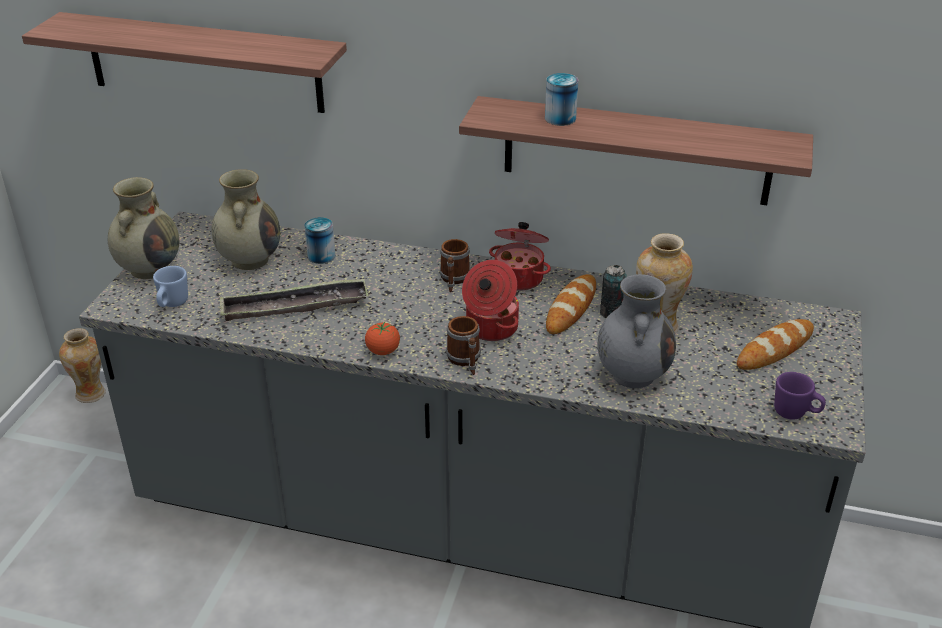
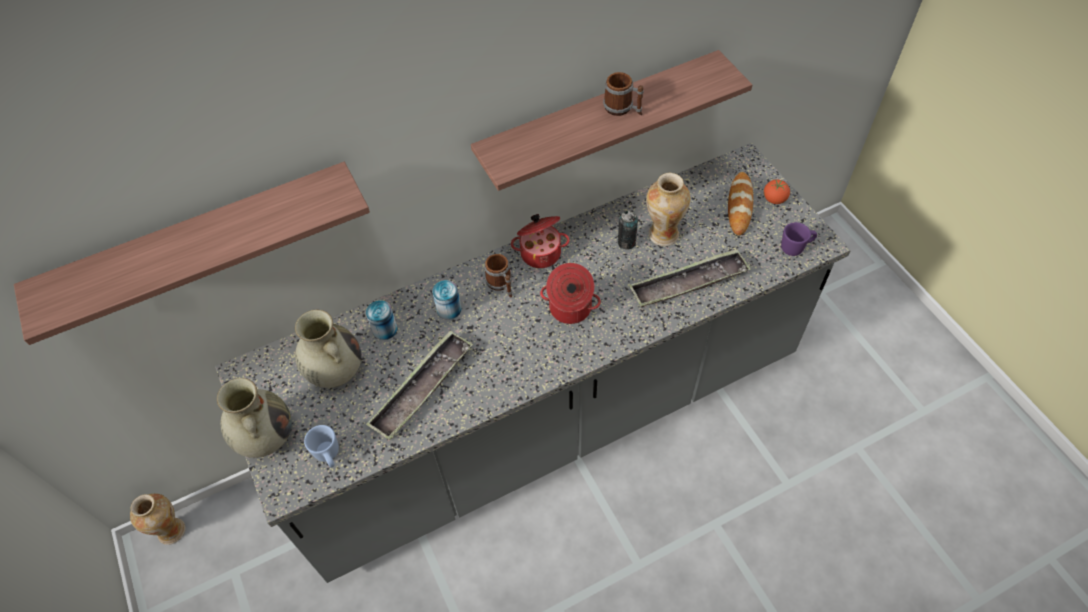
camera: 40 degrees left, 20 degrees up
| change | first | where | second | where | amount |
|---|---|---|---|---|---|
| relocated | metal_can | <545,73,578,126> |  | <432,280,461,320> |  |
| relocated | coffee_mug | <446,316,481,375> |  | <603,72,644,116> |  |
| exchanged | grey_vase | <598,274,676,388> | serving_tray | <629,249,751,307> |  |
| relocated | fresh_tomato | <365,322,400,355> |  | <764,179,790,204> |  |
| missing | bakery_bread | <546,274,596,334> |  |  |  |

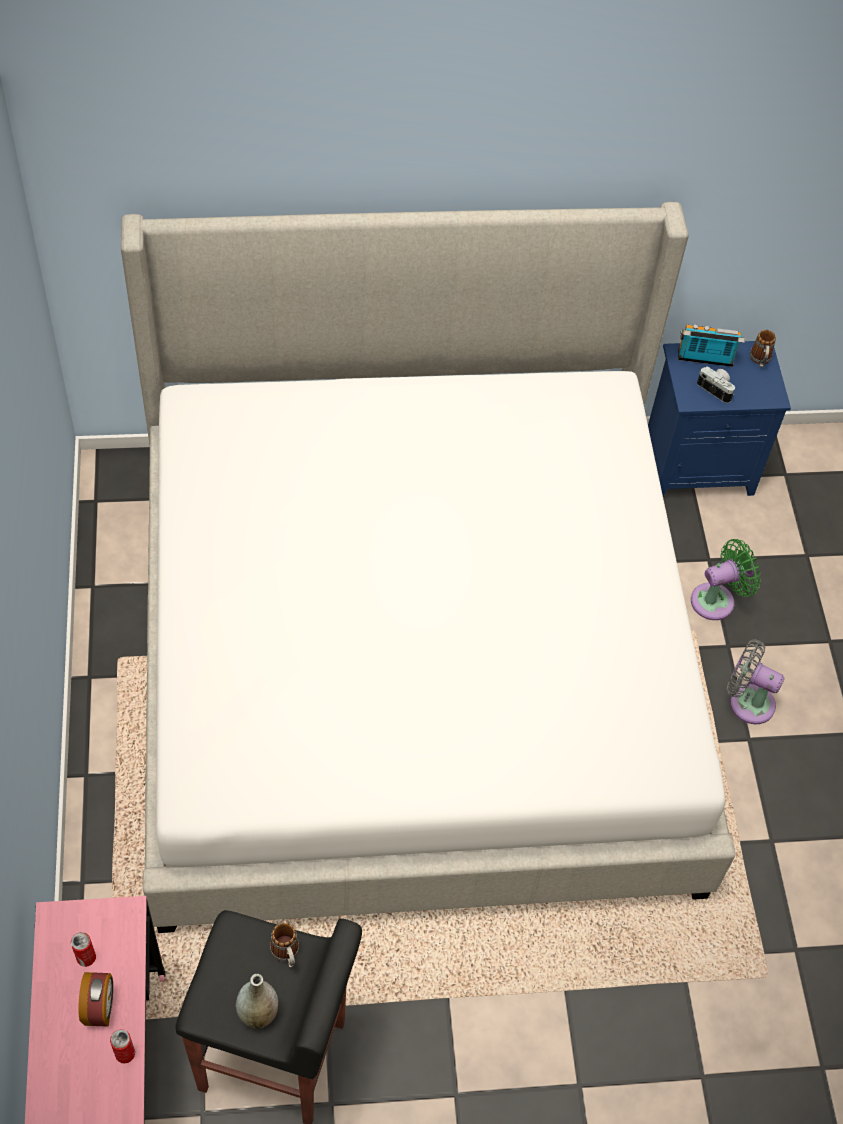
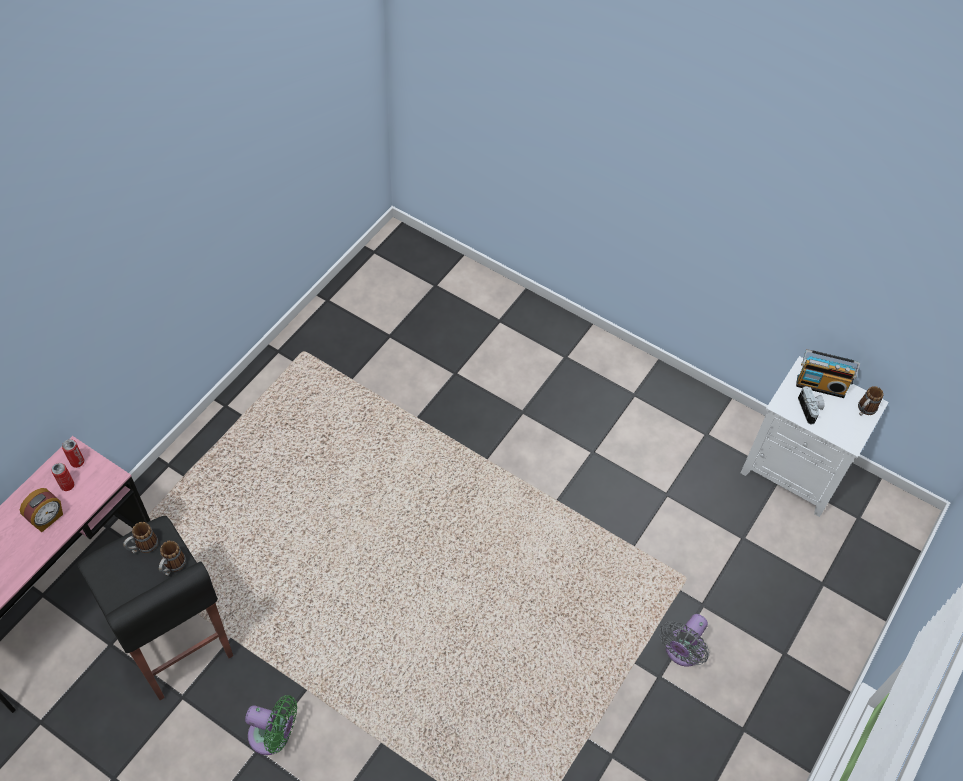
camera: 40 degrees right, 0 degrees up
| change | first | where | second | where | amount |
|---|---|---|---|---|---|
| relocated | metal_can | <110,1030,135,1064> |  | <62,439,84,468> |  |
| appeared |  |  | coffee_mug | <123,522,158,554> |  |
| relocated | green-coloured_cooling_fan | <691,539,761,620> |  | <245,695,297,755> |  |
| spun | grey_cooling_fan | <727,639,785,724> |  | <659,614,709,667> | 120 degrees counterclockwise |
| colour | blue-coloured_night_table | <648,341,791,496> | whitish_night_table | <741,356,889,517> |  |
| spun | radio_receiver | <678,325,746,367> |  | <796,349,860,398> | 150 degrees clockwise |
| missing | bedroom_bed | <121,202,735,933> |  |  |  |
| missing | grey_vase | <236,974,278,1028> |  |  |  |

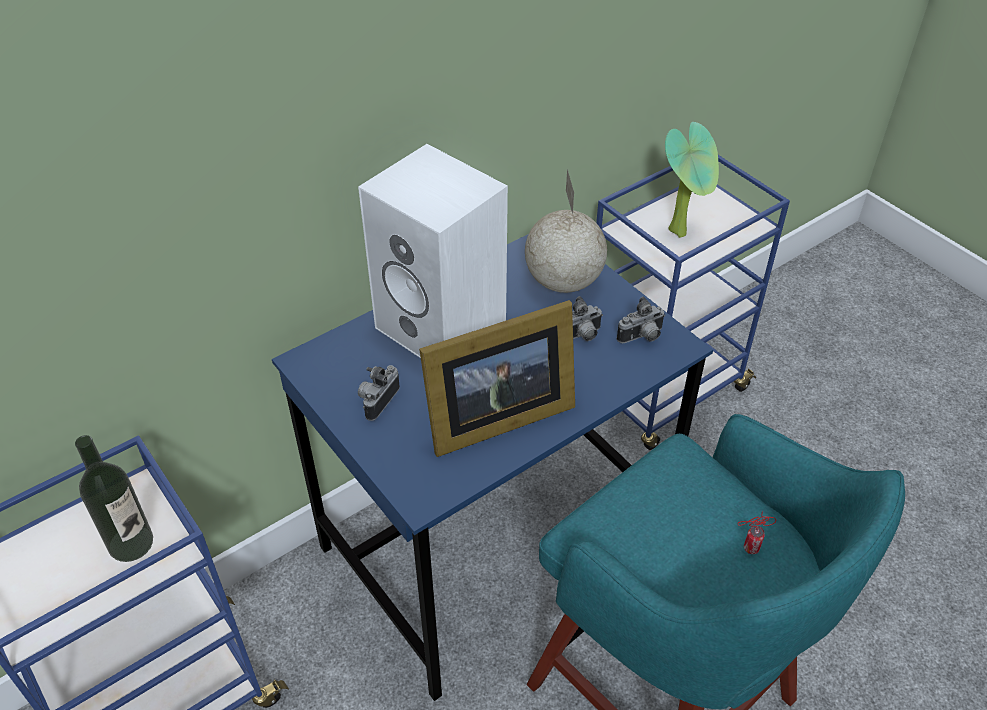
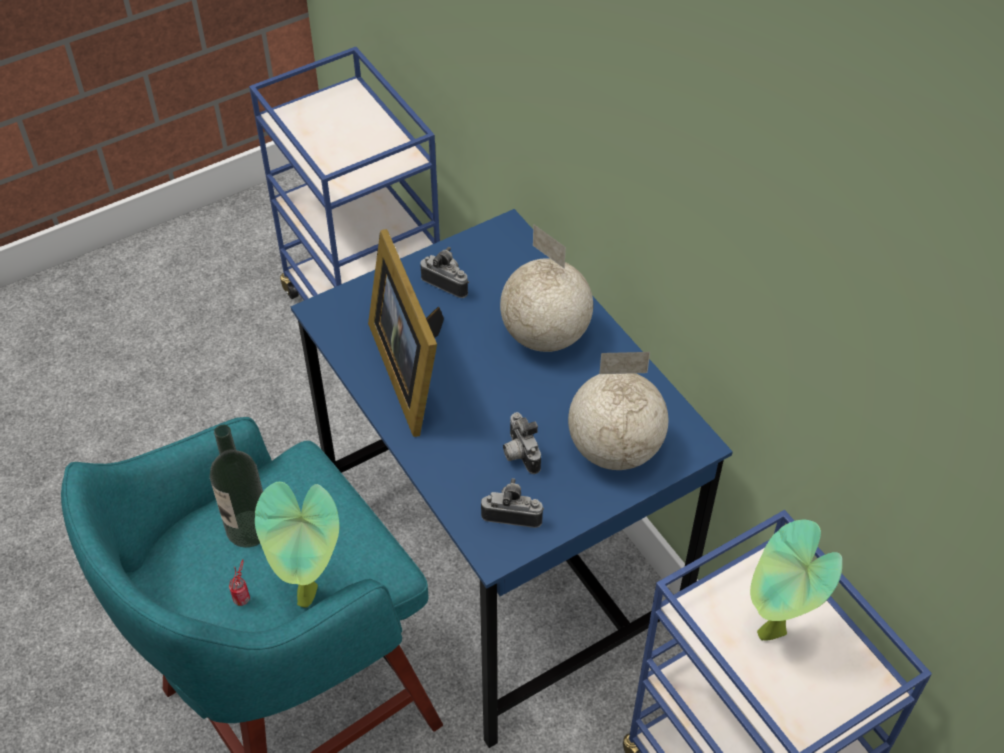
camera: 95 degrees right, 5 degrees up
| change | first | where | second | where | amount |
|---|---|---|---|---|---|
| relocated | drink_bottle | <75,435,153,562> |  | <210,425,263,548> |  |
| appeared |  |  | potted_plant | <255,482,339,608> |  |
| spun | still_camera | <617,297,665,343> |  | <481,478,544,528> | 120 degrees clockwise |
| exchanged | whitish_loudspeaker | <358,144,508,358> | globe | <500,224,593,352> |  |

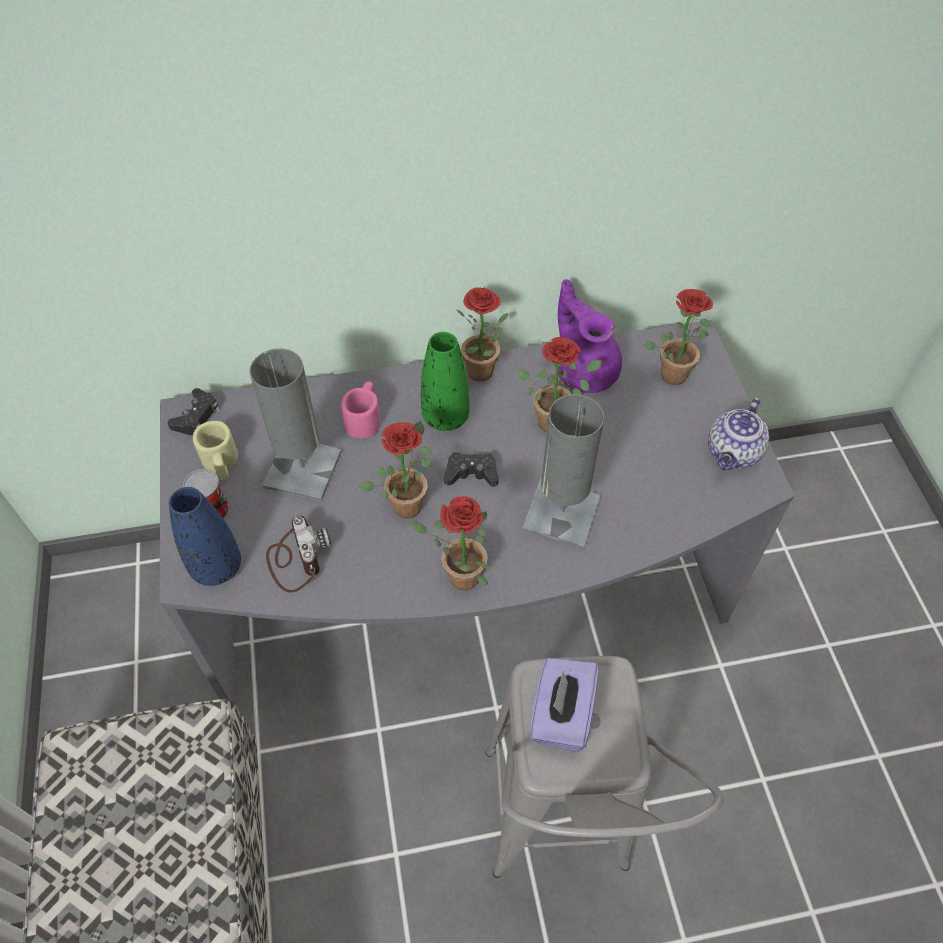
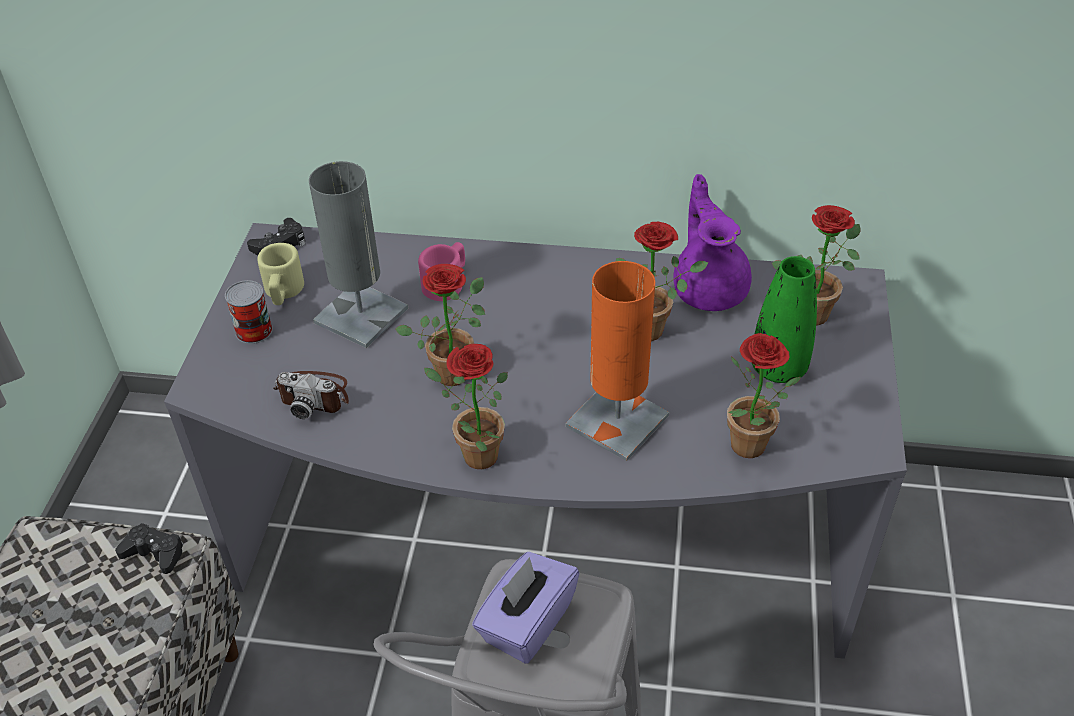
camera: 20 degrees right, 10 degrees down
| change | first | where | second | where | amount |
|---|---|---|---|---|---|
| relocated | black_gamepad | <444,452,499,487> |  | <115,523,183,574> |  |
| spun | still_camera | <266,516,332,593> |  | <273,371,349,419> | 105 degrees clockwise |
| colour | grey_tabletop_lamp | <522,394,604,548> | orange_tabletop_lamp | <566,261,669,461> |  |
| relocated | potted_plant | <457,287,508,382> |  | <727,333,801,458> |  |
| relocated | green-coloured_vase | <421,332,470,431> |  | <752,256,817,383> |  |
| missing | blue-coloured_vase | <169,487,241,586> |  |  |  |
| missing | teapot | <708,397,769,471> |  |  |  |

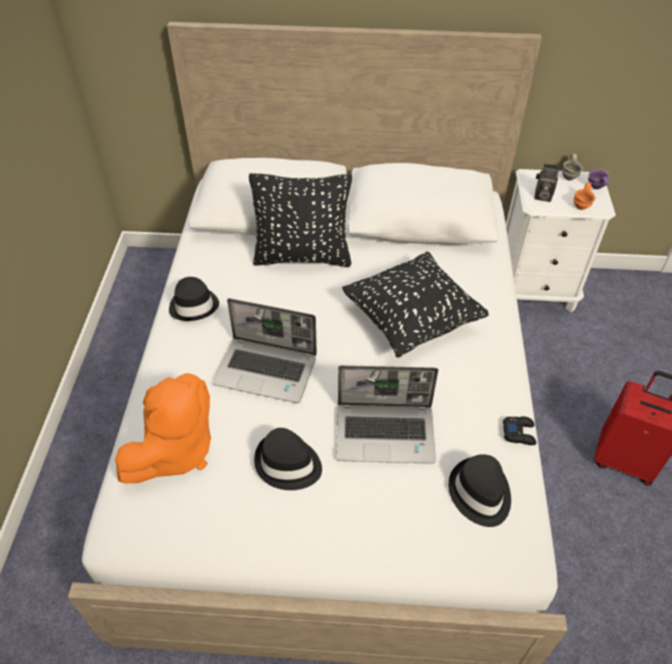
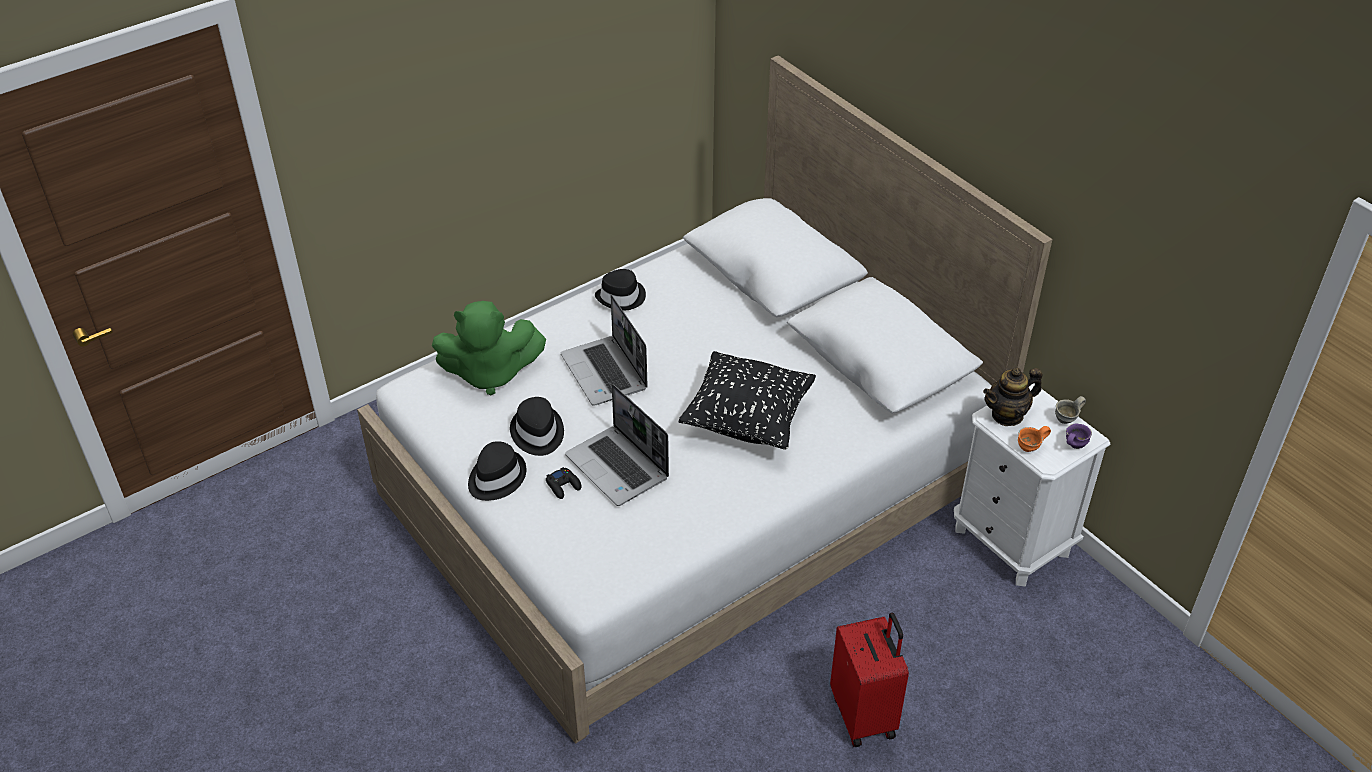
camera: 50 degrees right, 5 degrees down
| change | first | where | second | where | amount |
|---|---|---|---|---|---|
| colour | orange_plush_toy | <115,373,211,484> | green-coloured_plush_toy | <432,301,546,396> |  |
| relocated | black_clothing_hat | <448,454,511,527> |  | <468,441,527,501> |  |
| relocated | black_gamepad | <503,416,536,445> |  | <546,467,582,499> |  |
| exchanged | still_camera | <534,164,559,202> | teapot | <983,368,1042,426> |  |
| missing | black_cushion | <249,173,352,267> |  |  |  |

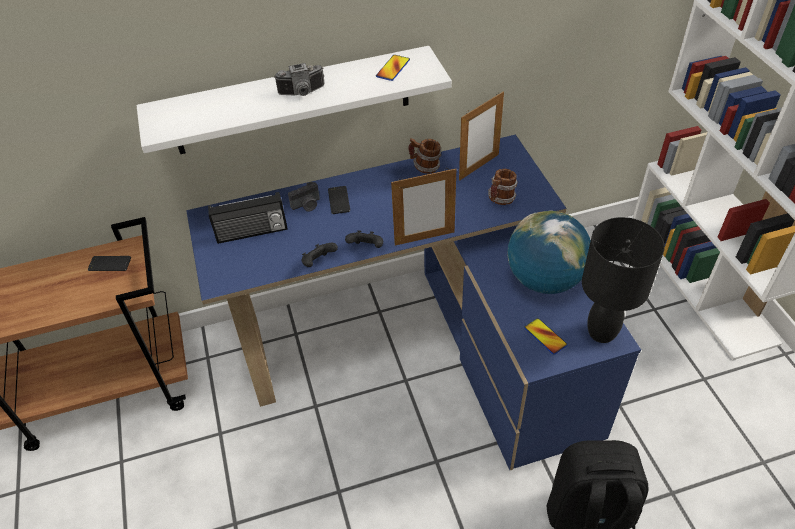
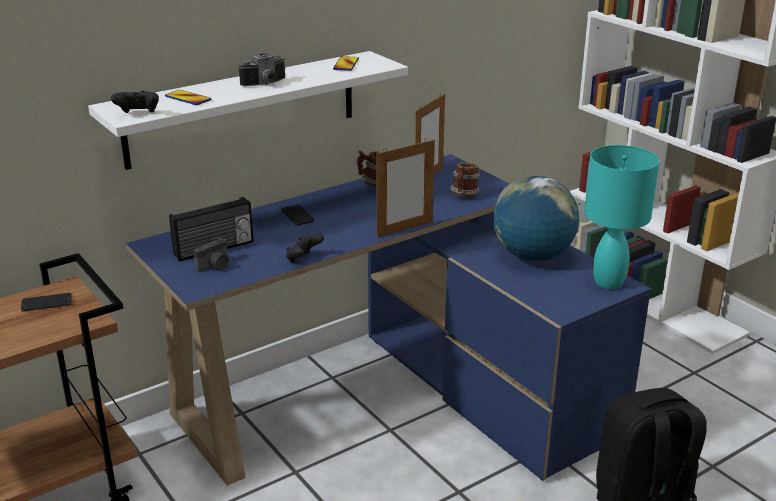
camera: 20 degrees left, 20 degrees down
| change | first | where | second | where | amount |
|---|---|---|---|---|---|
| relocated | black_gamepad | <345,230,383,248> |  | <111,91,159,113> |  |
| relocated | telephone | <524,318,567,355> |  | <165,90,211,105> |  |
| relocated | still_camera | <288,182,320,212> |  | <193,237,229,272> |  |
| colour | black_tabletop_lamp | <582,217,665,343> | turquoise-coloured_tabletop_lamp | <584,145,660,289> |  |

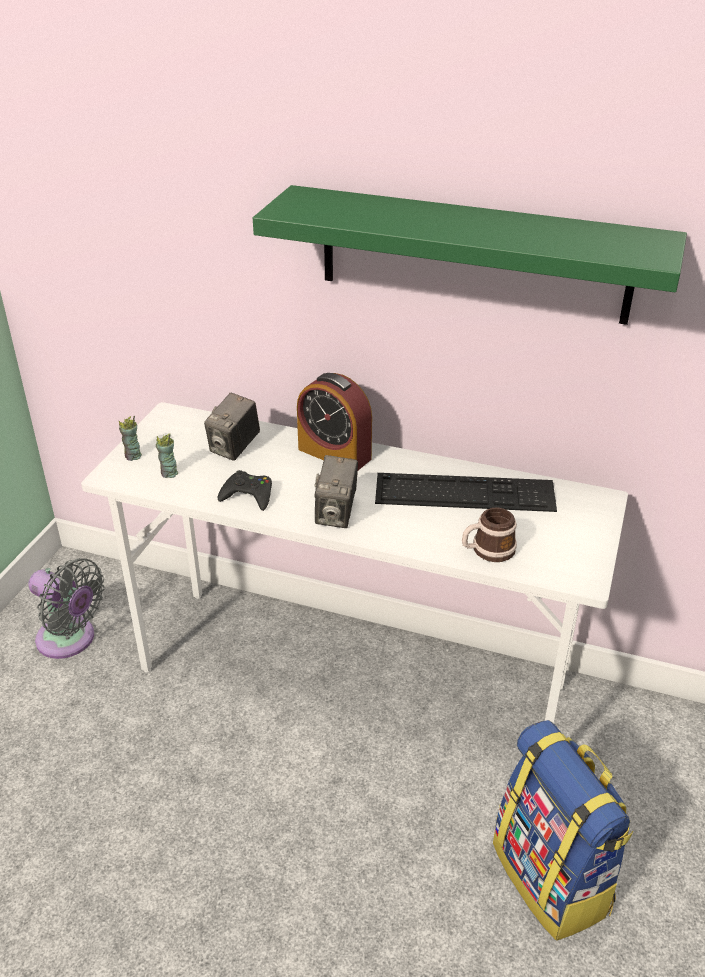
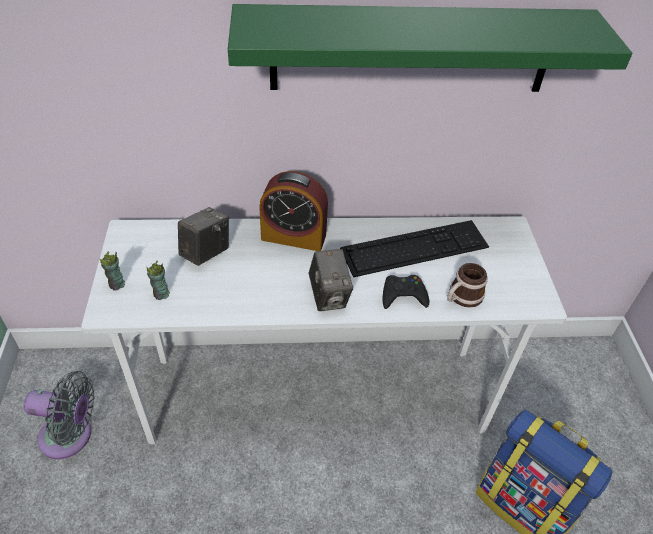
camera: 25 degrees left, 10 degrees up
| change | first | where | second | where | amount |
|---|---|---|---|---|---|
| spun | still_camera | <204,393,260,461> |  | <178,207,229,266> | 150 degrees counterclockwise |
| relocated | black_gamepad | <217,470,272,511> |  | <382,275,429,309> |  |

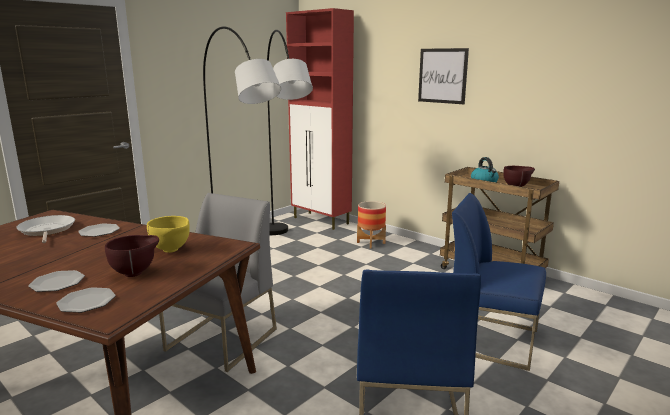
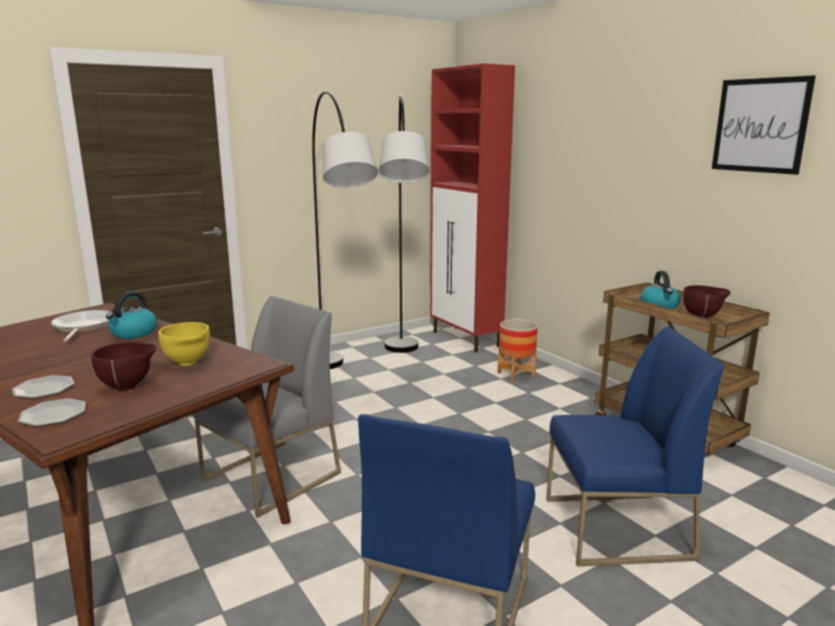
camera: 15 degrees right, 0 degrees up
| change | first | where | second | where | amount |
|---|---|---|---|---|---|
| exchanged | dinner_plate | <78,224,120,237> | kettle | <106,292,157,339> |  |
| spun | blue-coloured_chair | <452,193,546,371> |  | <546,326,724,566> | 135 degrees clockwise |
| relocated | wall_picture | <418,48,469,104> |  | <712,75,816,175> |  |

